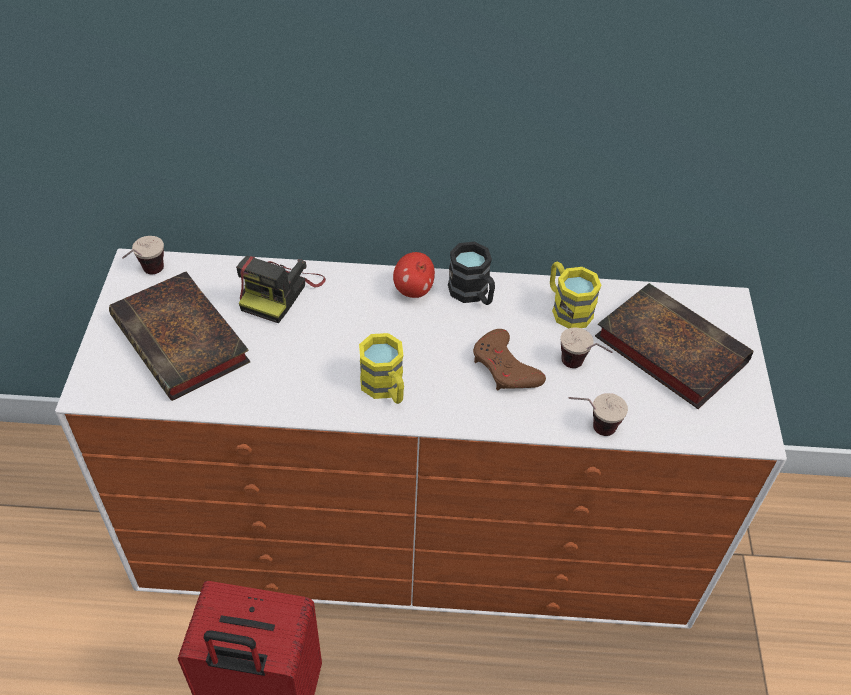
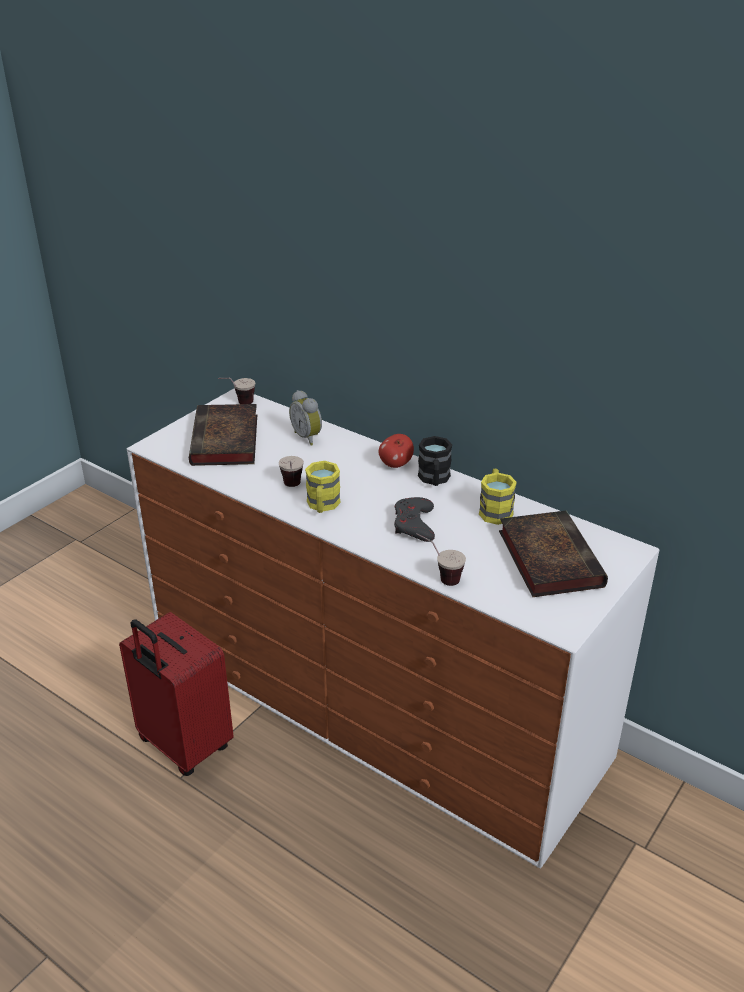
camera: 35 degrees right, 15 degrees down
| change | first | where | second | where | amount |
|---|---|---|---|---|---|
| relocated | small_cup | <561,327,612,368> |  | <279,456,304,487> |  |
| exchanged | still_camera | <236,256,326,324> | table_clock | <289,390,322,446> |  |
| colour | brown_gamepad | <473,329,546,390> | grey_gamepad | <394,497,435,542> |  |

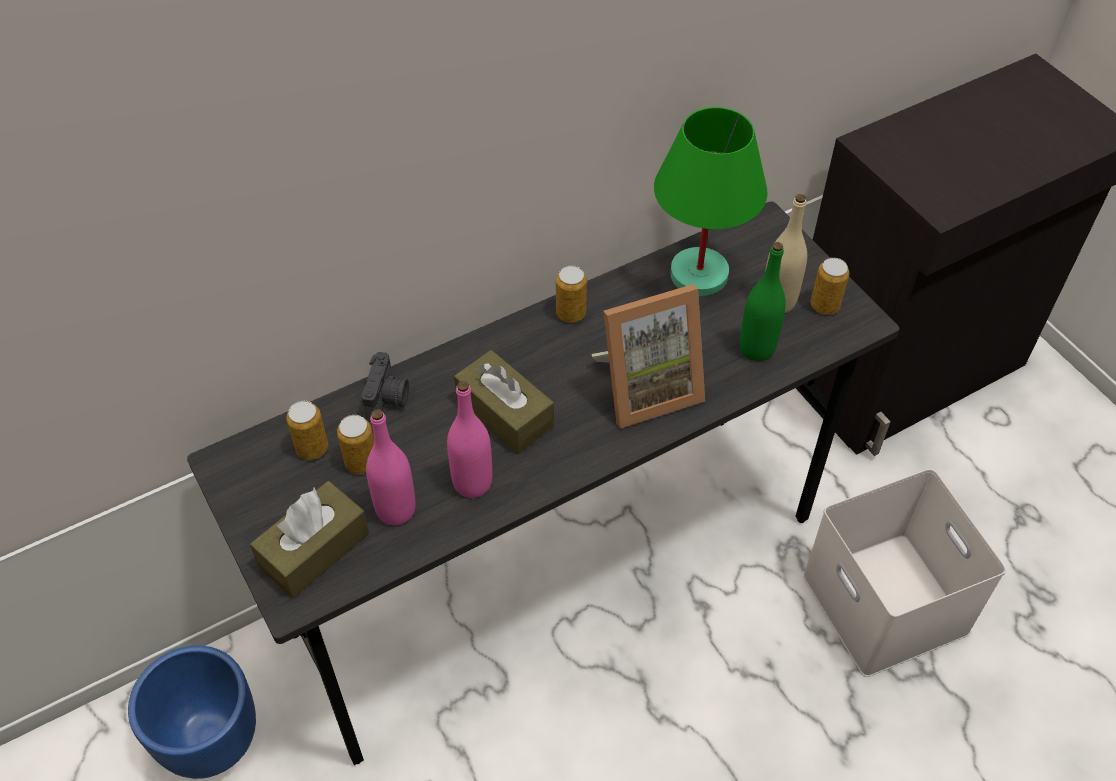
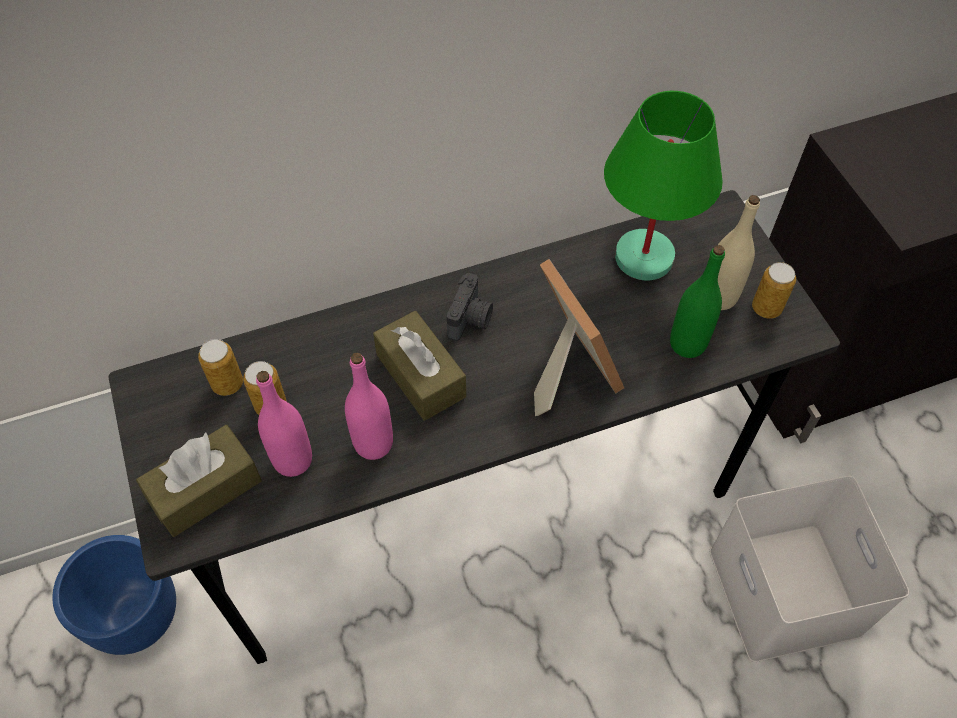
camera: 10 degrees right, 5 degrees up
| change | first | where | second | where | amount |
|---|---|---|---|---|---|
| relocated | still_camera | <361,352,409,422> |  | <446,273,493,341> |  |
| spun | standing_frame | <592,284,705,429> |  | <534,259,624,416> | 105 degrees counterclockwise |
| missing | metal_can | <556,265,587,323> |  |  |  |

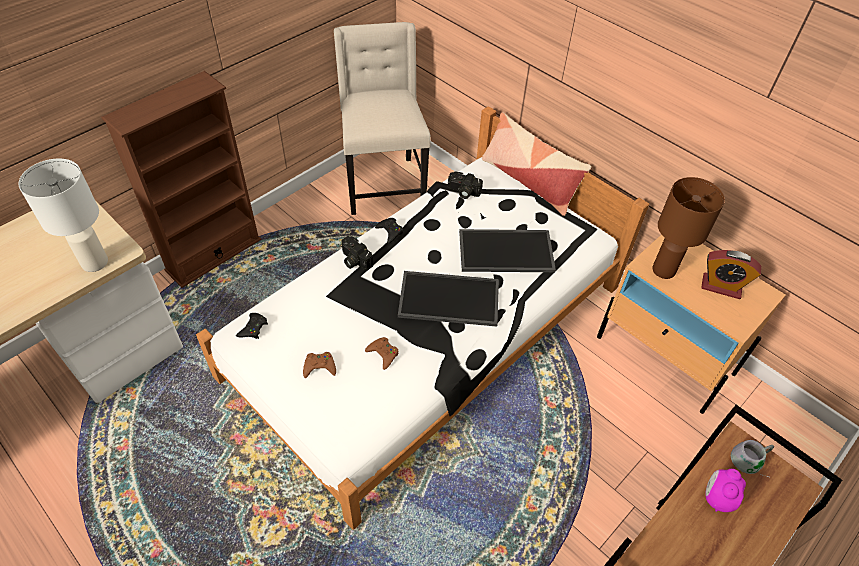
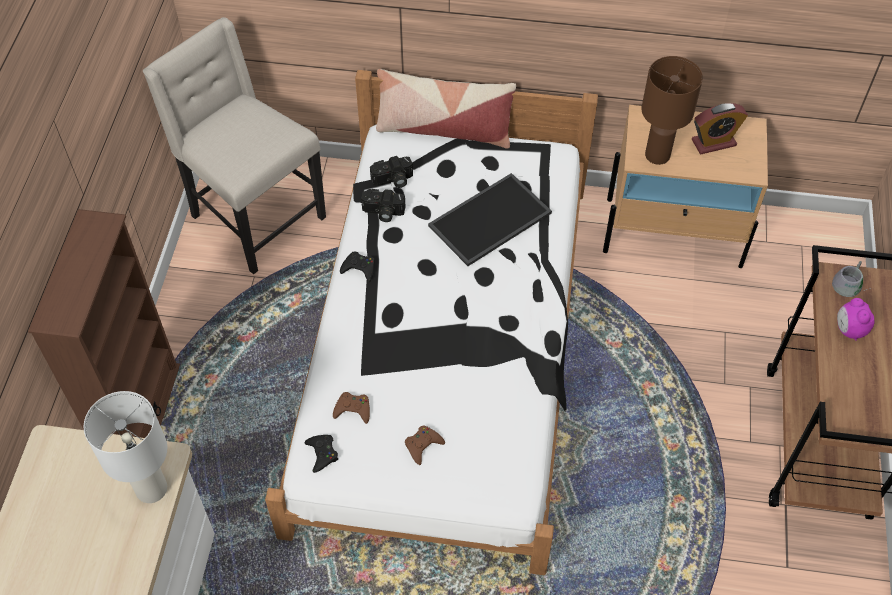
camera: 35 degrees left, 5 degrees up
| change | first | where | second | where | amount |
|---|---|---|---|---|---|
| relocated | brown_gamepad | <365,337,399,370> |  | <333,392,370,424> |  |
| relocated | still_camera | <341,236,373,271> |  | <361,189,406,222> |  |
| missing | serving_tray | <398,271,499,327> |  |  |  |

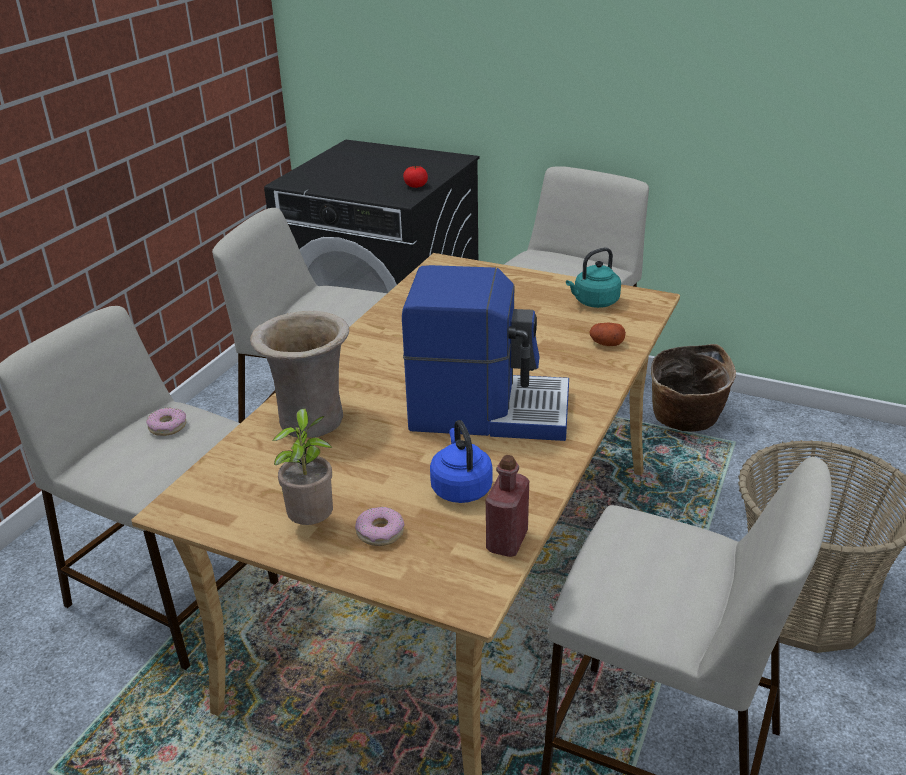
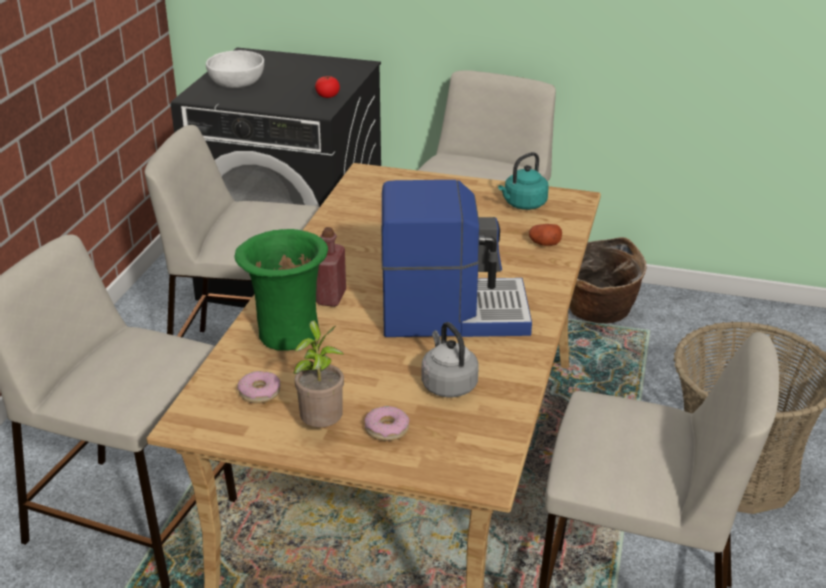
camera: 10 degrees left, 0 degrees up
| change | first | where | second | where | amount |
|---|---|---|---|---|---|
| appeared |  |  | whitish_bowl | <206,50,264,88> |  |
| colour | sand-coloured_vase | <250,311,349,438> | green-coloured_vase | <234,229,328,351> |  |
| relocated | doughnut | <146,408,186,436> |  | <238,371,281,403> |  |
| relocated | red-coloured_drink_bottle | <486,455,529,557> |  | <316,227,346,307> |  |
| colour | blue-coloured_kettle | <430,420,493,503> | grey_kettle | <422,322,478,398> |  |

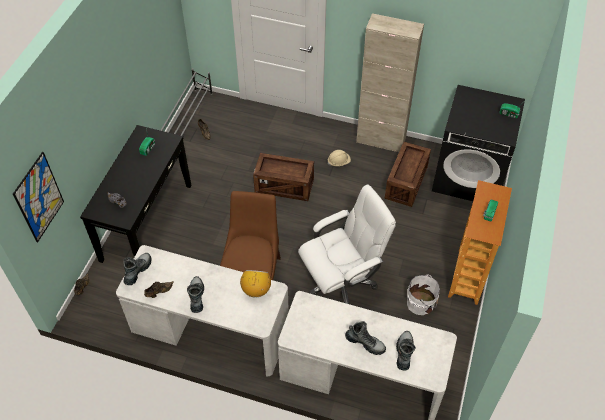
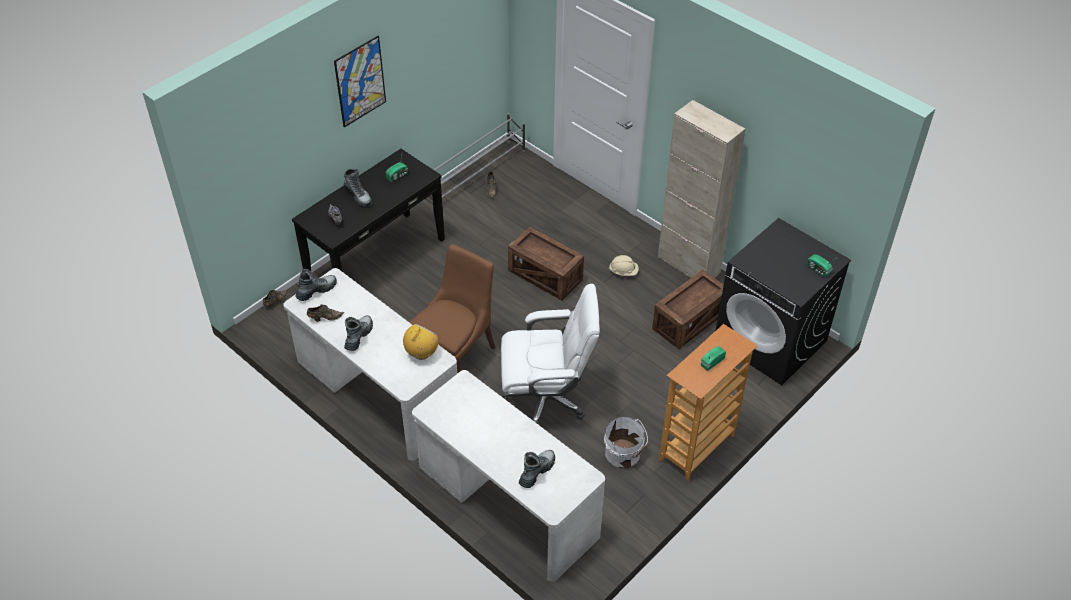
camera: 25 degrees right, 5 degrees down
| change | first | where | second | where | amount |
|---|---|---|---|---|---|
| relocated | wall_picture | <13,152,64,243> |  | <334,36,386,128> |  |
| relocated | tall_boot | <345,321,386,355> |  | <343,168,372,208> |  |

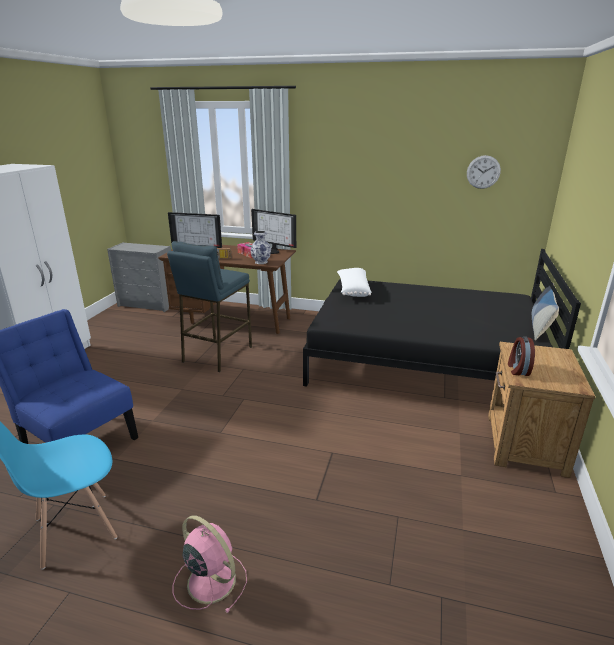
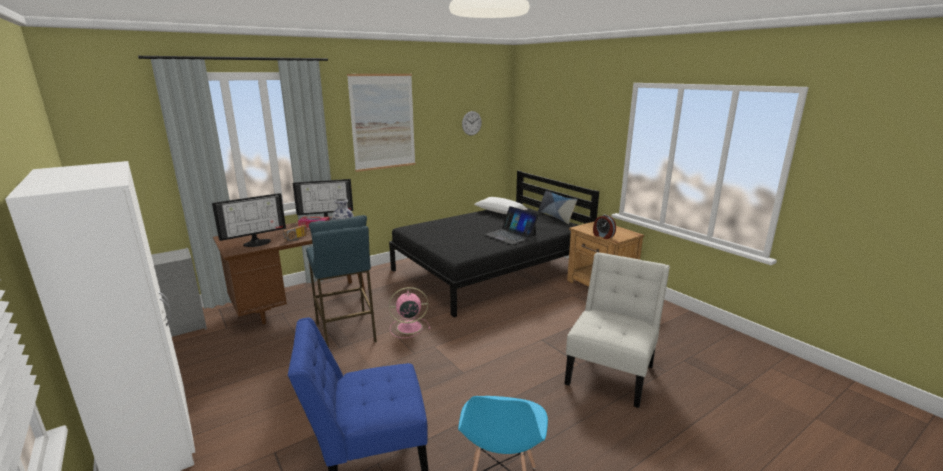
camera: 50 degrees left, 5 degrees down
| change | first | where | second | where | amount |
|---|---|---|---|---|---|
| appeared |  |  | wall_picture | <347,74,416,172> |  |
| relocated | pink_cooling_fan | <173,515,247,613> |  | <389,287,431,338> |  |
| relocated | whitish_cushion | <337,268,372,297> |  | <474,197,528,214> |  |
| appeared |  |  | laptop | <484,206,539,245> |  |
| appeared |  |  | whitish_chair | <565,252,670,408> |  |

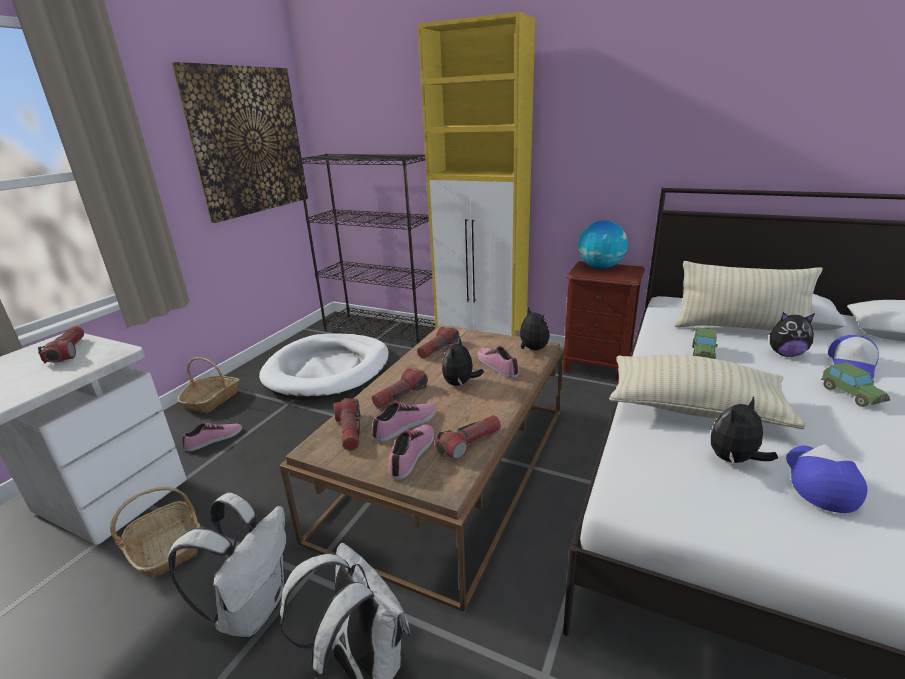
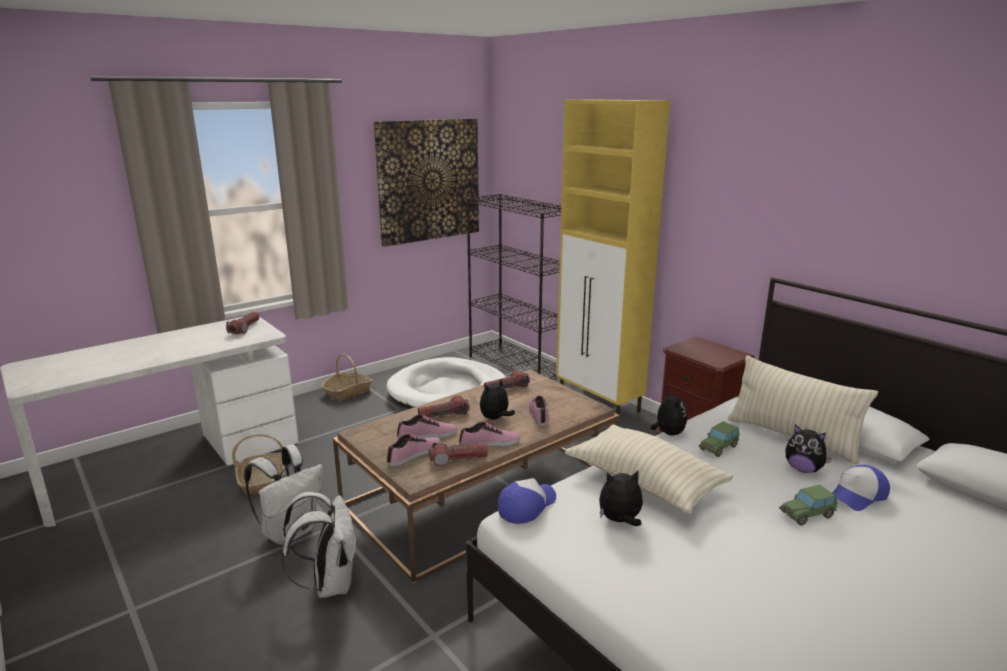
camera: 25 degrees right, 5 degrees down
| change | first | where | second | where | amount |
|---|---|---|---|---|---|
| relocated | shoe | <182,422,242,451> |  | <459,422,520,447> |  |
| relocated | peaked_cap | <786,444,867,513> |  | <498,478,556,524> |  |
| relocated | plush_toy | <515,307,550,350> |  | <651,389,687,436> |  |
| spun | miniature_car | <821,362,890,407> |  | <779,485,837,525> | 60 degrees clockwise |
| missing | hand_torch | <334,398,361,451> |  |  |  |
| missing | globe | <578,220,628,269> |  |  |  |

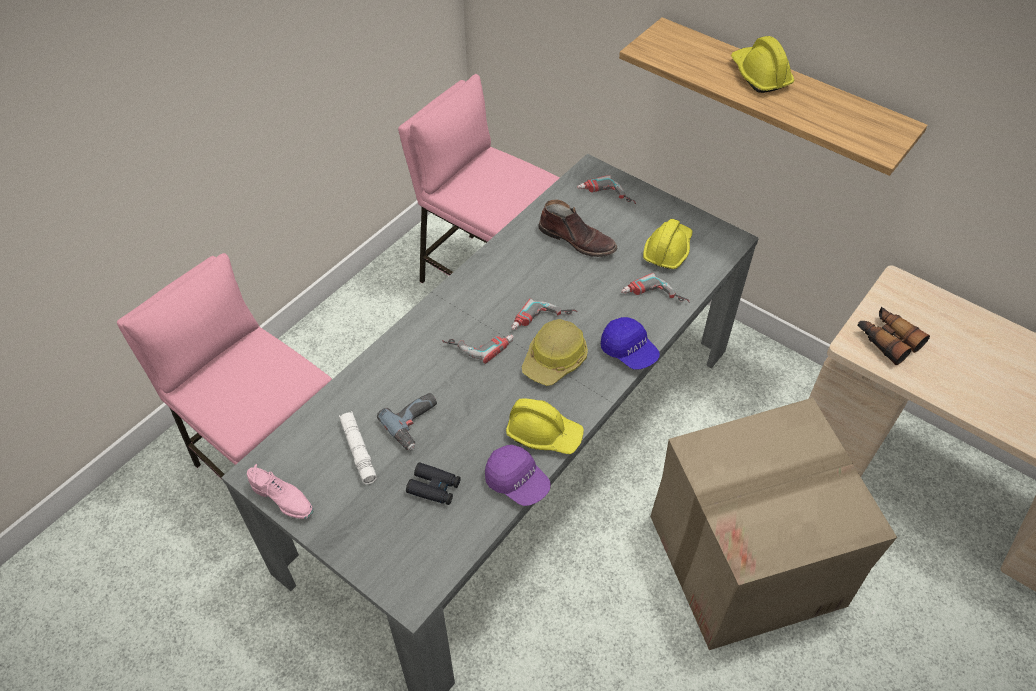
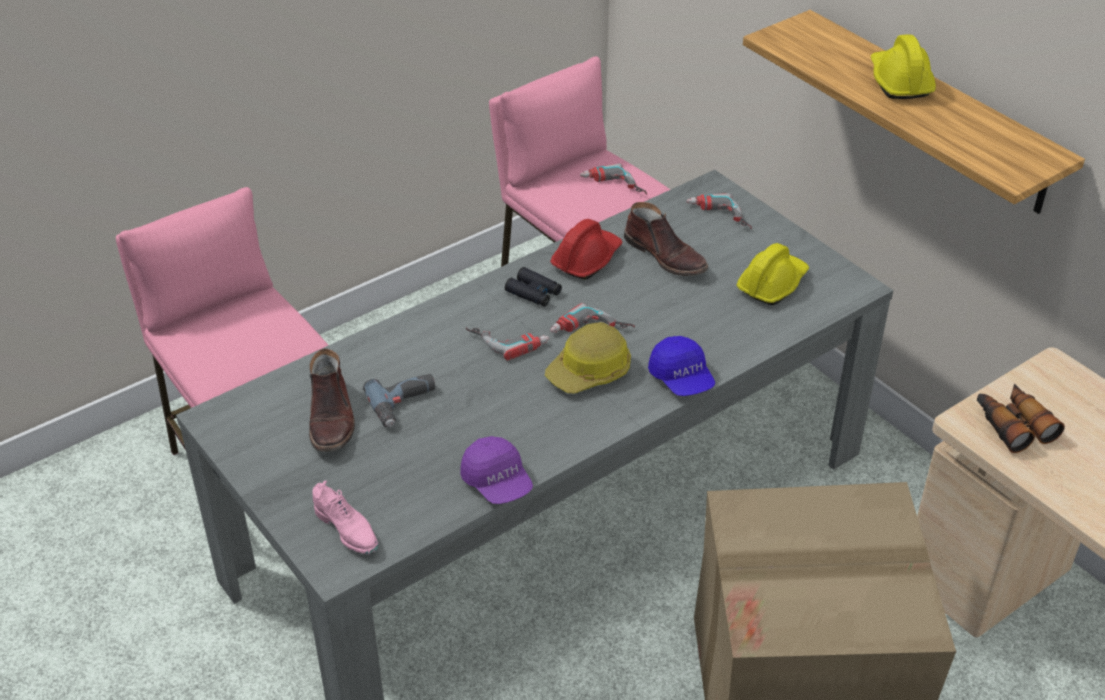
camera: 15 degrees right, 10 degrees down
| change | first | where | second | where | amount |
|---|---|---|---|---|---|
| exchanged | whitish_hand_torch | <339,411,377,484> | brown_tall_boot | <309,348,355,452> |  |
| relocated | pink_shoe | <247,464,313,519> |  | <312,480,378,555> |  |
| relocated | black_field_glasses | <406,462,461,505> |  | <505,267,562,307> |  |
| appeared |  |  | red-coloured_hard_hat | <551,219,623,280> |  |
| relocated | electric_drill | <621,273,690,303> |  | <580,163,647,195> |  |
| missing | yellow-coloured_hard_hat | <506,398,584,454> |  |  |  |

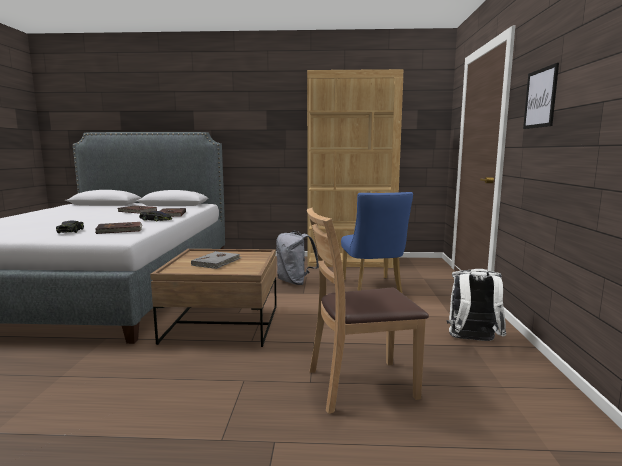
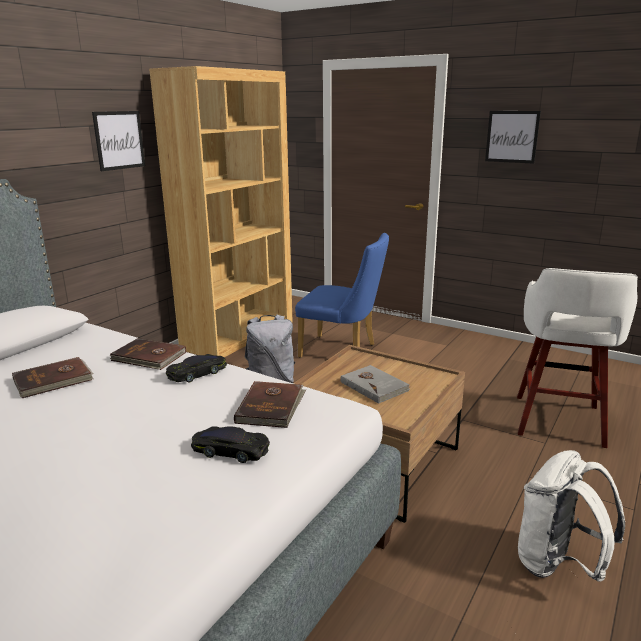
camera: 60 degrees left, 10 degrees up
| change | first | where | second | where | amount |
|---|---|---|---|---|---|
| appeared |  |  | wall_picture | <92,111,145,171> |  |
| exchanged | brown_chair | <307,208,429,414> | whitish_stool_seat | <517,268,638,448> |  |
| relocated | whitish_backpack | <447,269,507,341> |  | <518,450,625,581> |  |

